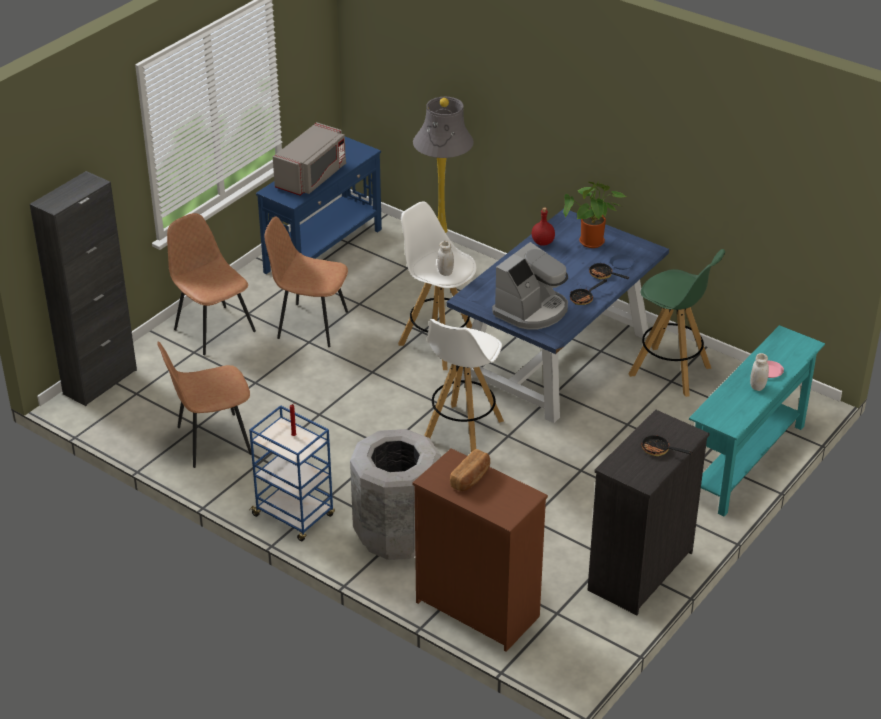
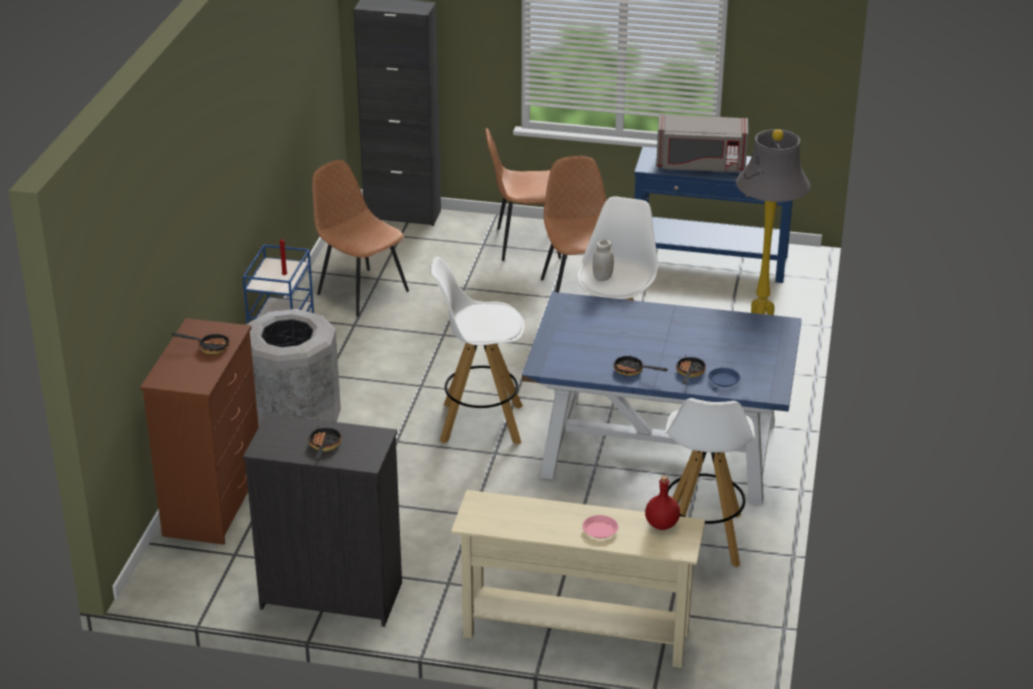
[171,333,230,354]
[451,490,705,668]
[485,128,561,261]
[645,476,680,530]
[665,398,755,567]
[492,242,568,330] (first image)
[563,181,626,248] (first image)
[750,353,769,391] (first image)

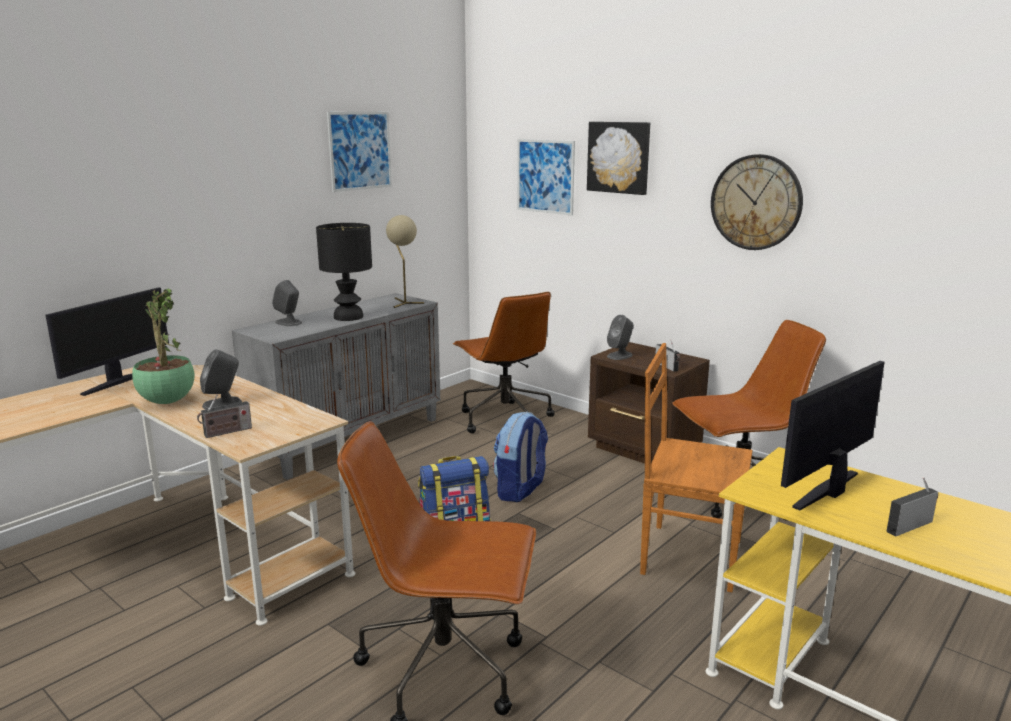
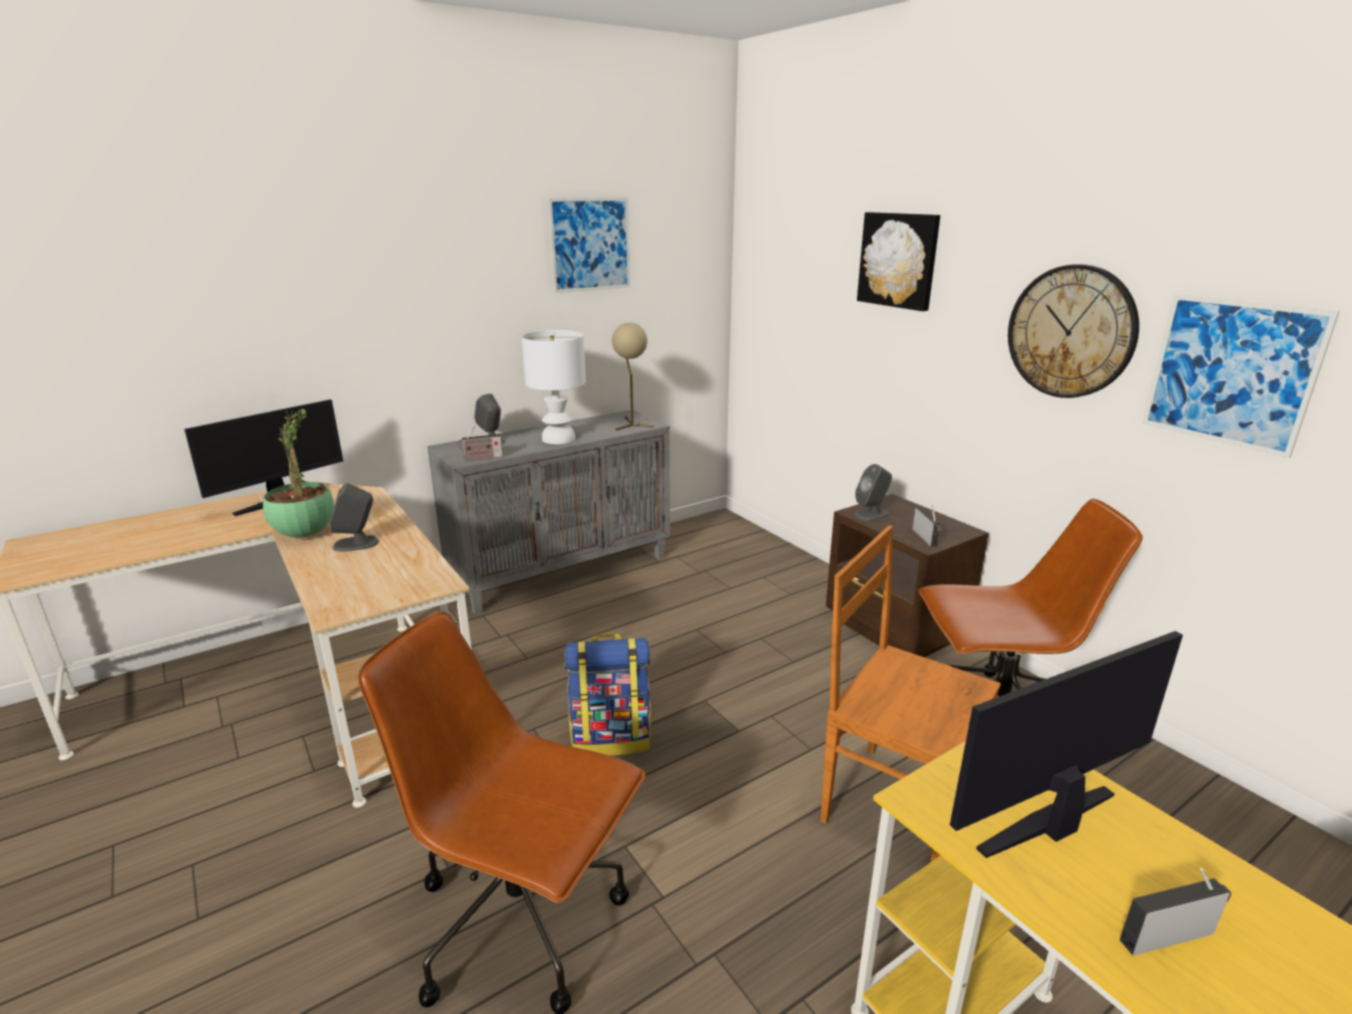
[458,426,503,461]
[522,330,586,444]
[1142,294,1339,458]
[453,292,555,433] (first image)
[493,412,548,502] (first image)

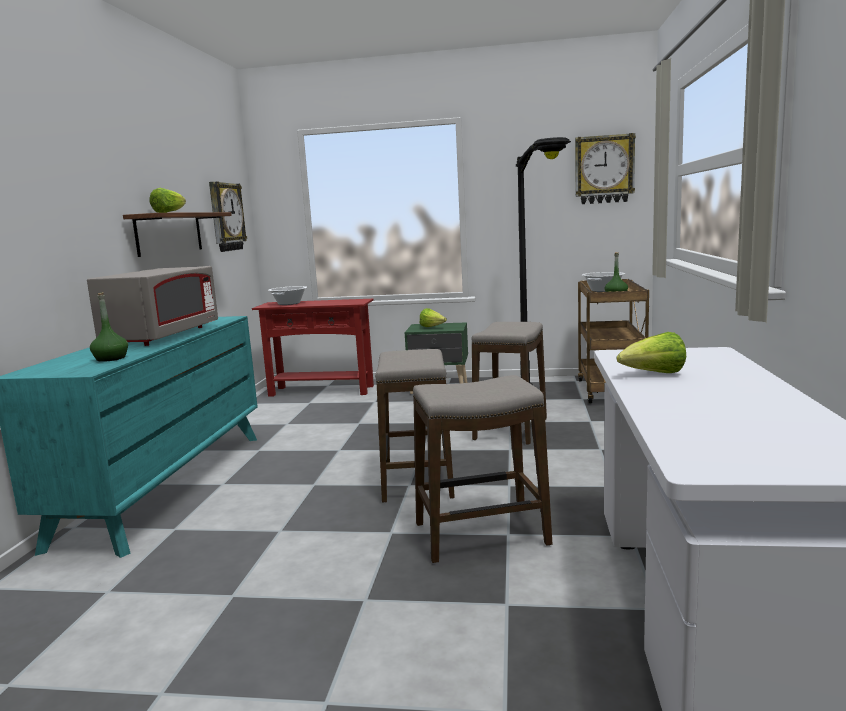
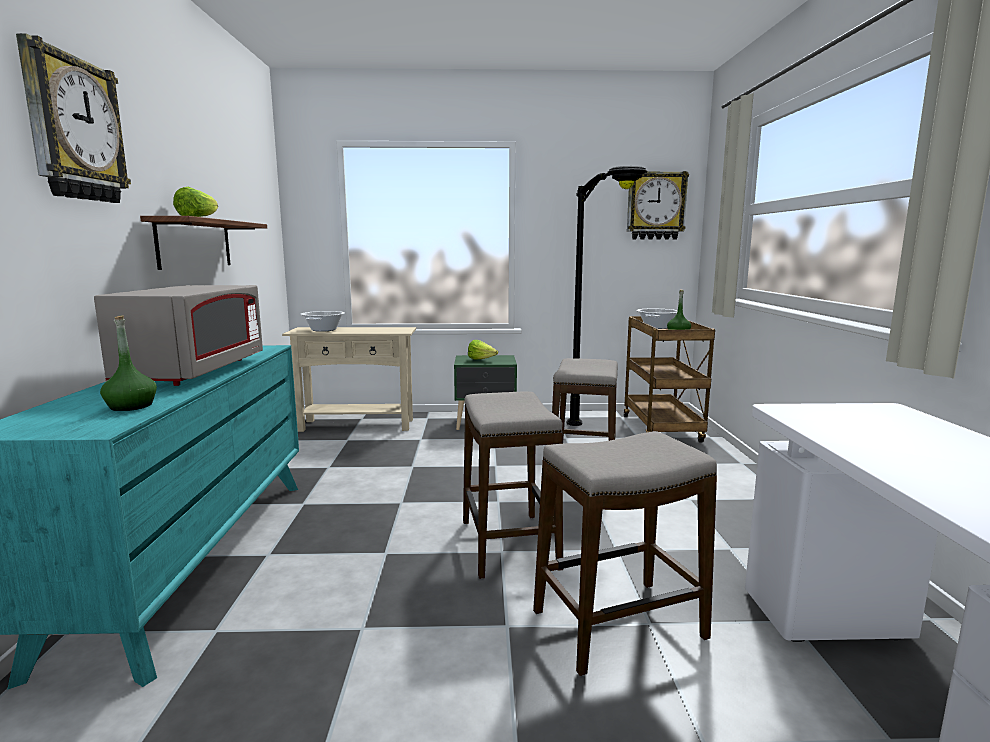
[16,33,131,203]
[282,327,416,432]
[617,332,686,373] (first image)

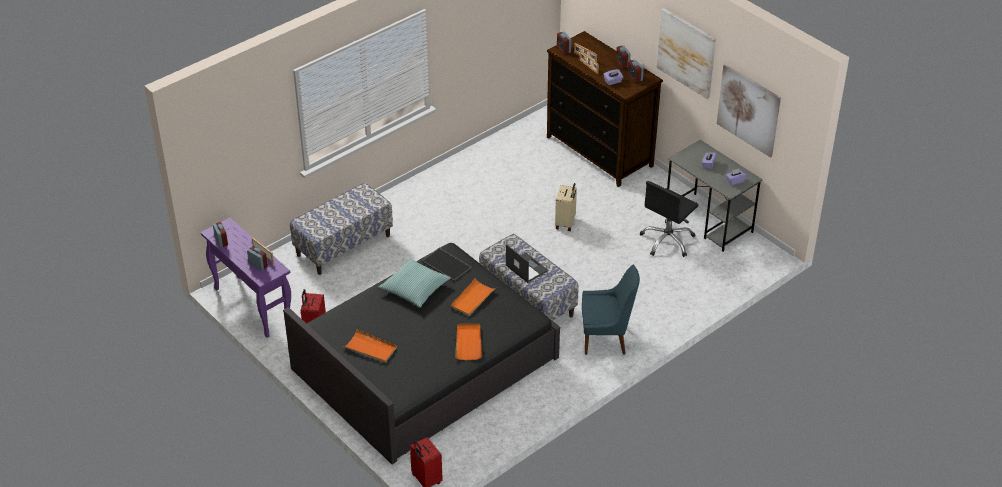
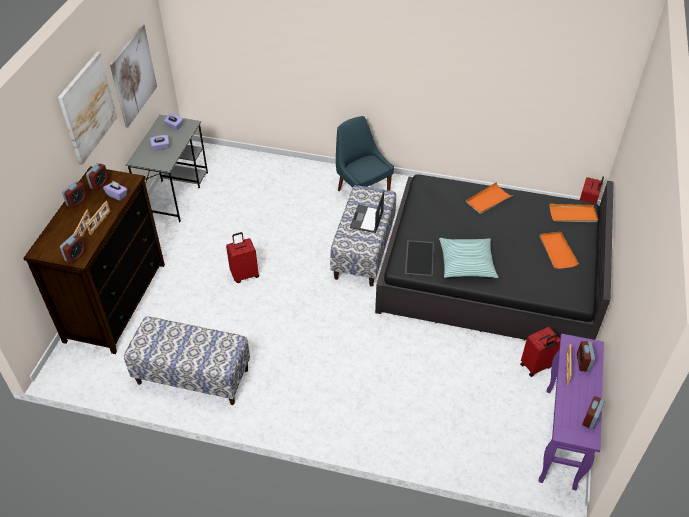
[124,316,250,405]
[226,232,259,283]
[550,204,598,222]
[639,181,698,257] (first image)

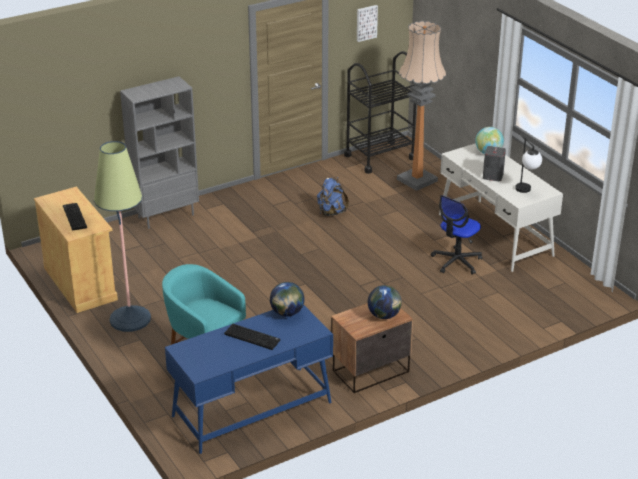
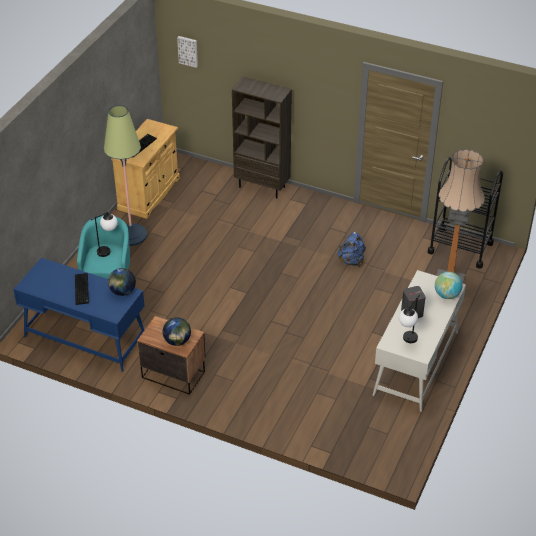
[91,212,118,257]
[177,36,198,68]
[232,76,292,198]
[431,195,482,275] (first image)

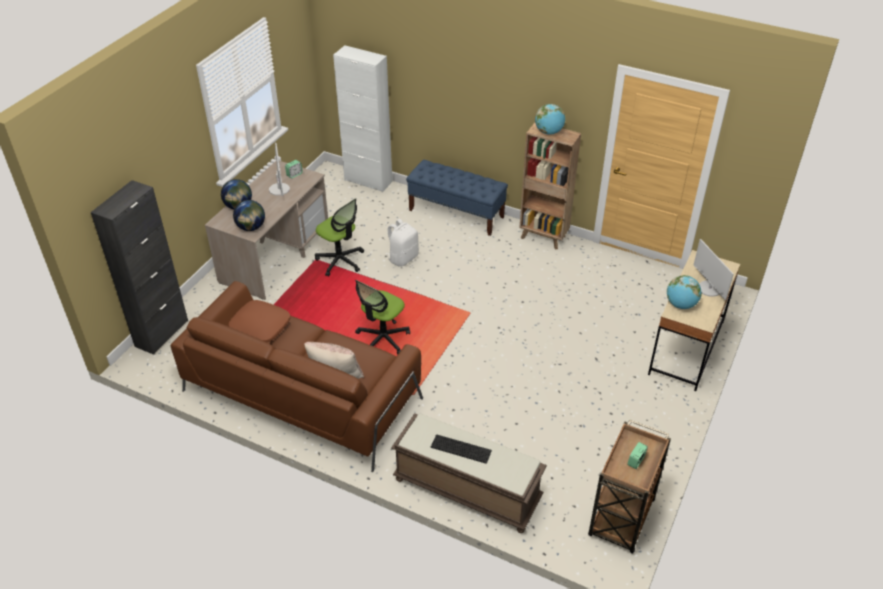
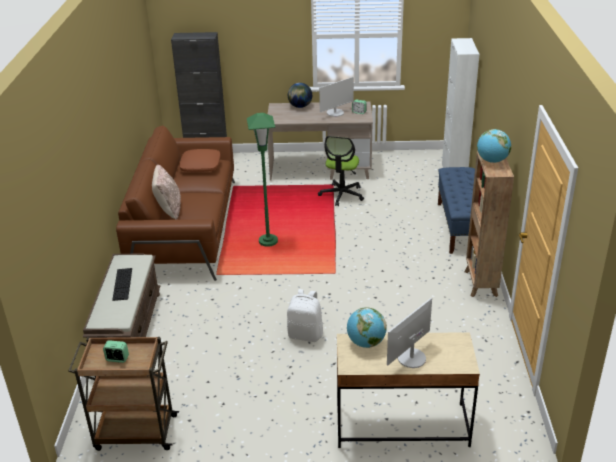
[247,113,278,247]
[287,289,323,342]
[233,200,265,231] (first image)

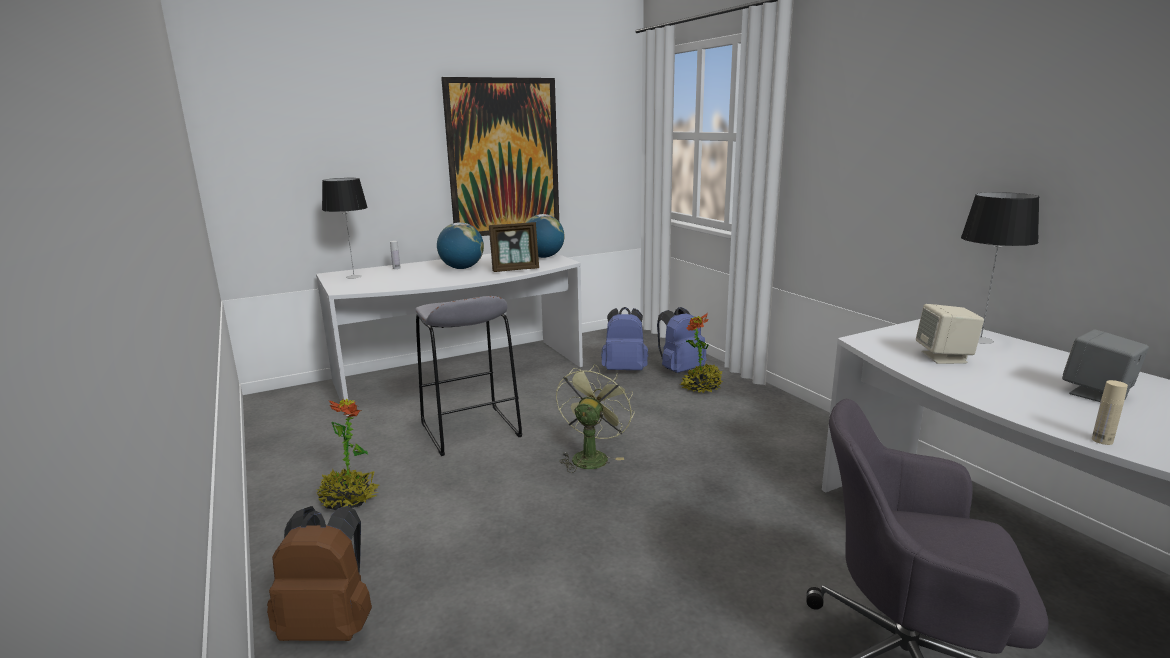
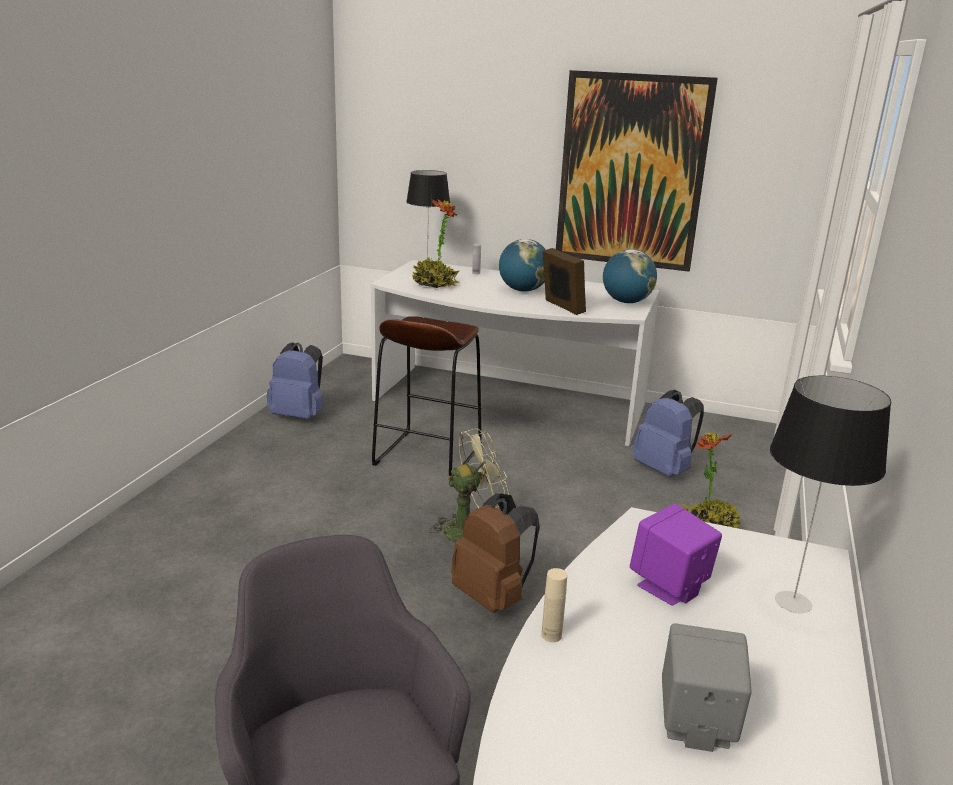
[267,342,323,419]
[372,316,482,476]
[412,200,460,288]
[451,493,540,613]
[541,568,567,642]
[542,248,586,315]
[630,504,722,605]

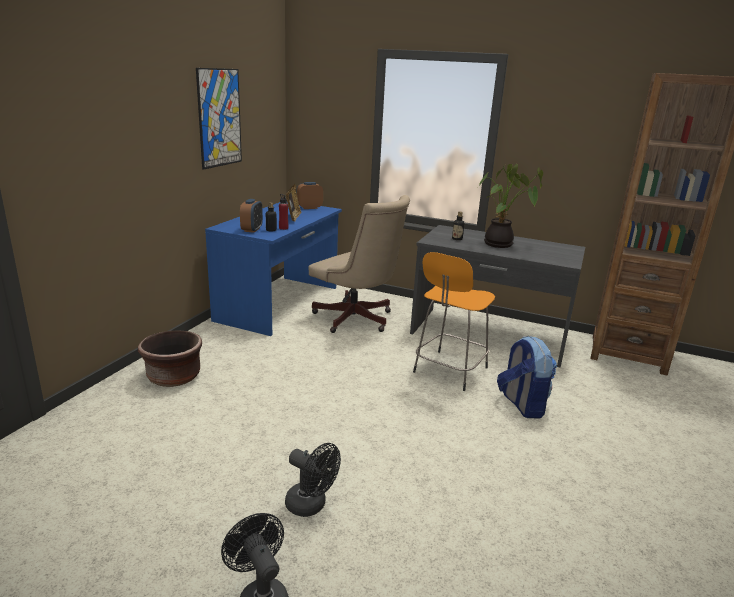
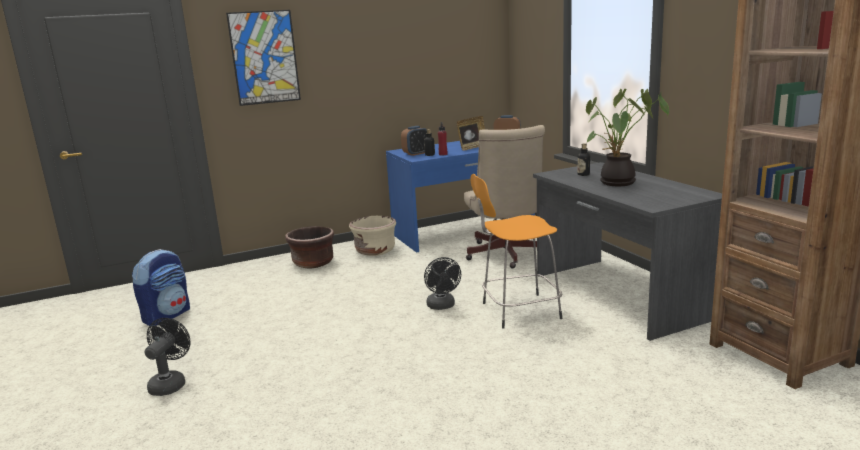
[132,249,190,326]
[226,10,301,106]
[349,216,396,256]
[424,257,461,310]

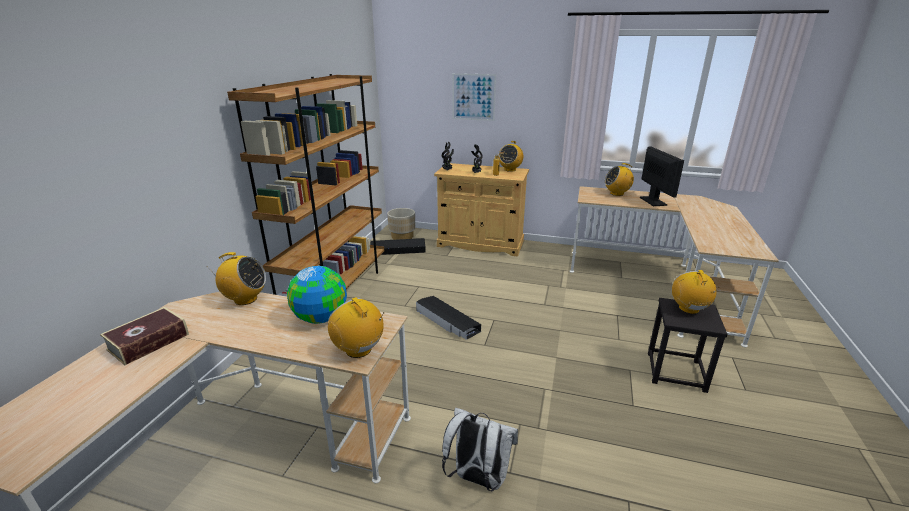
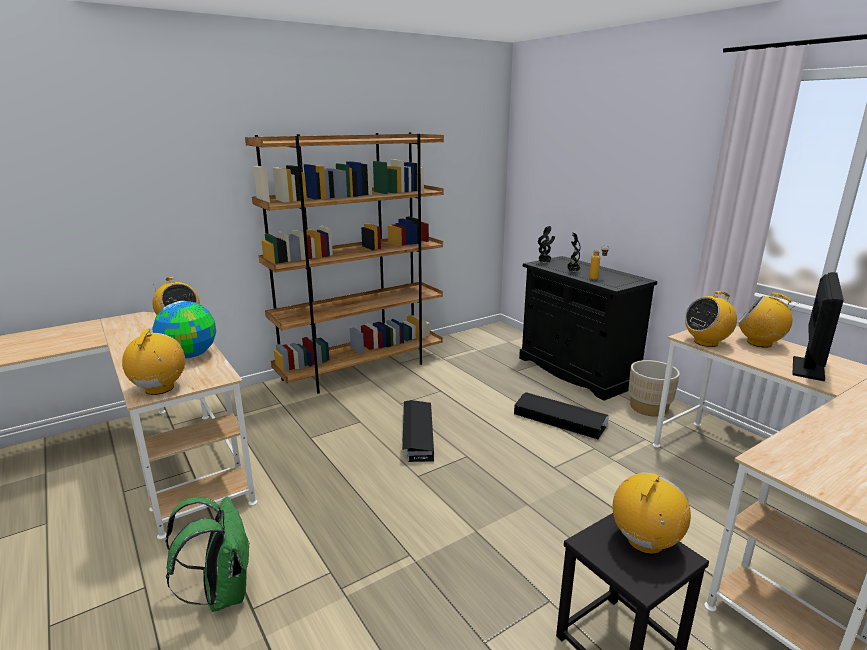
[165,497,250,612]
[514,392,609,439]
[519,256,657,401]
[628,360,680,417]
[685,291,737,347]
[100,307,189,365] (first image)
[453,73,496,121] (first image)

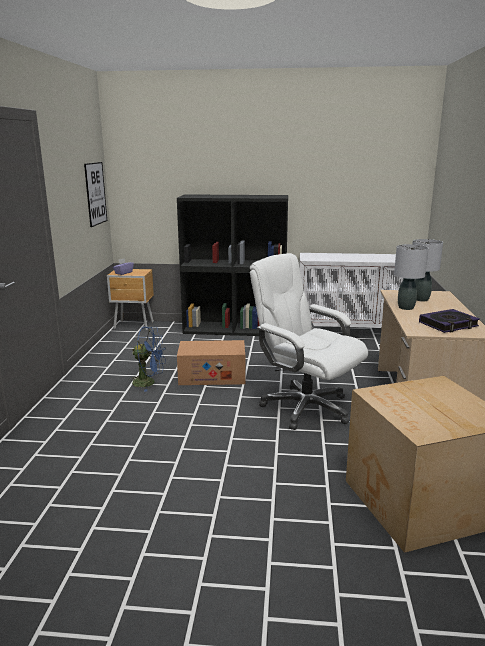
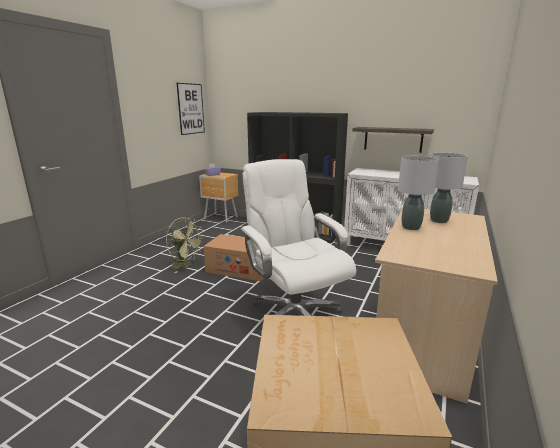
[166,217,204,273]
[352,127,434,153]
[419,309,480,333] (first image)

